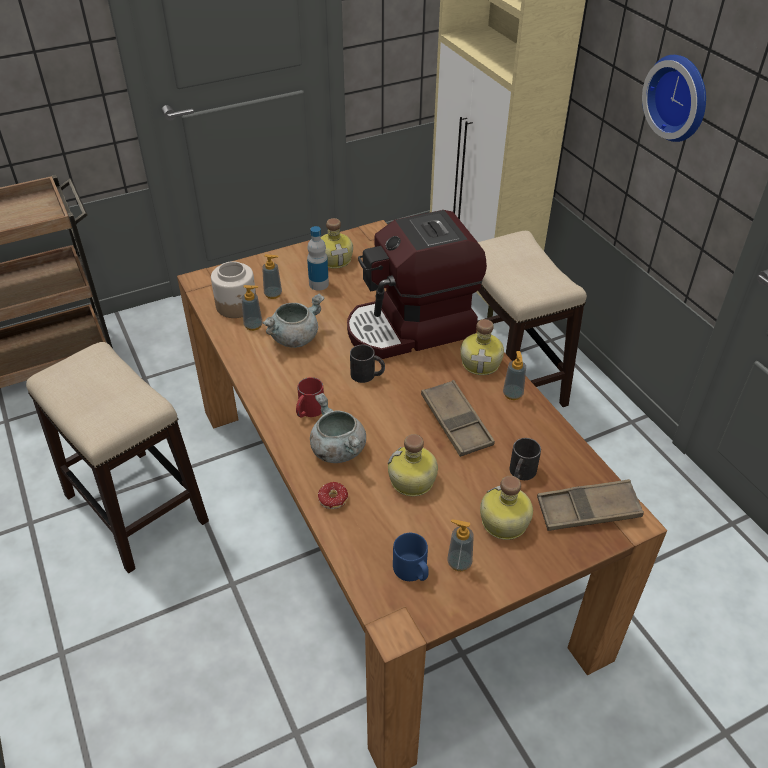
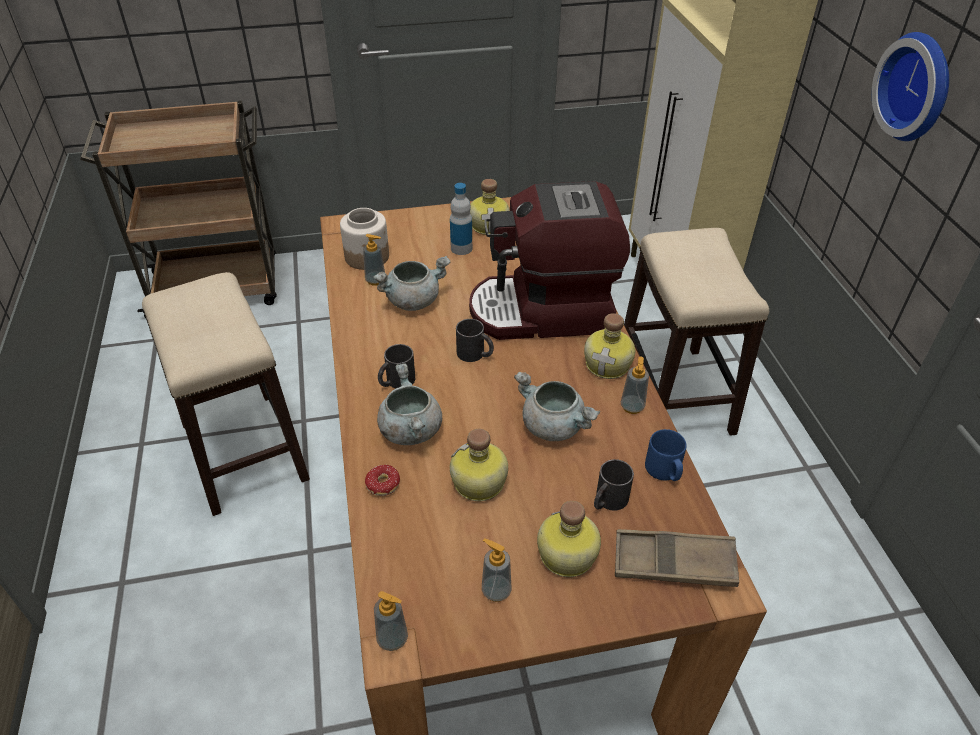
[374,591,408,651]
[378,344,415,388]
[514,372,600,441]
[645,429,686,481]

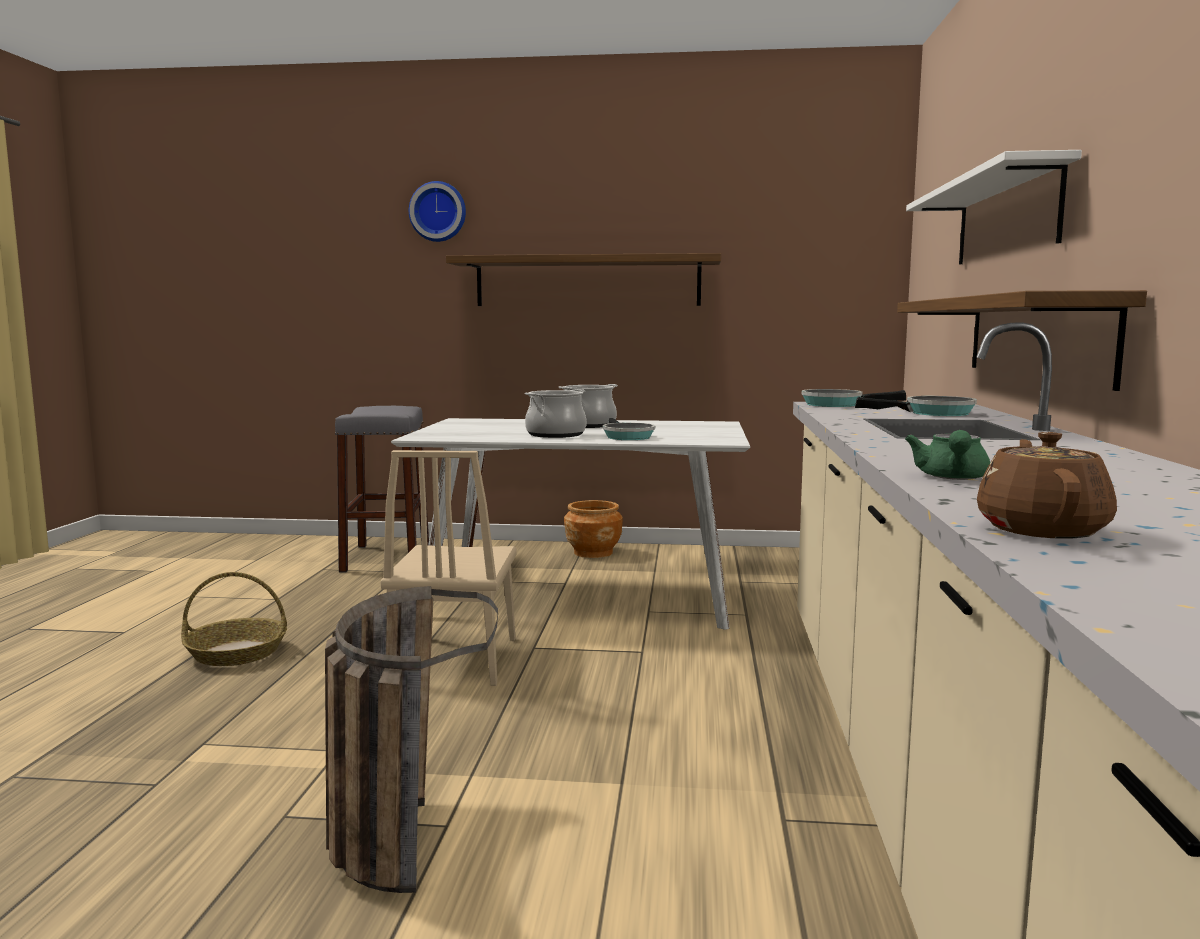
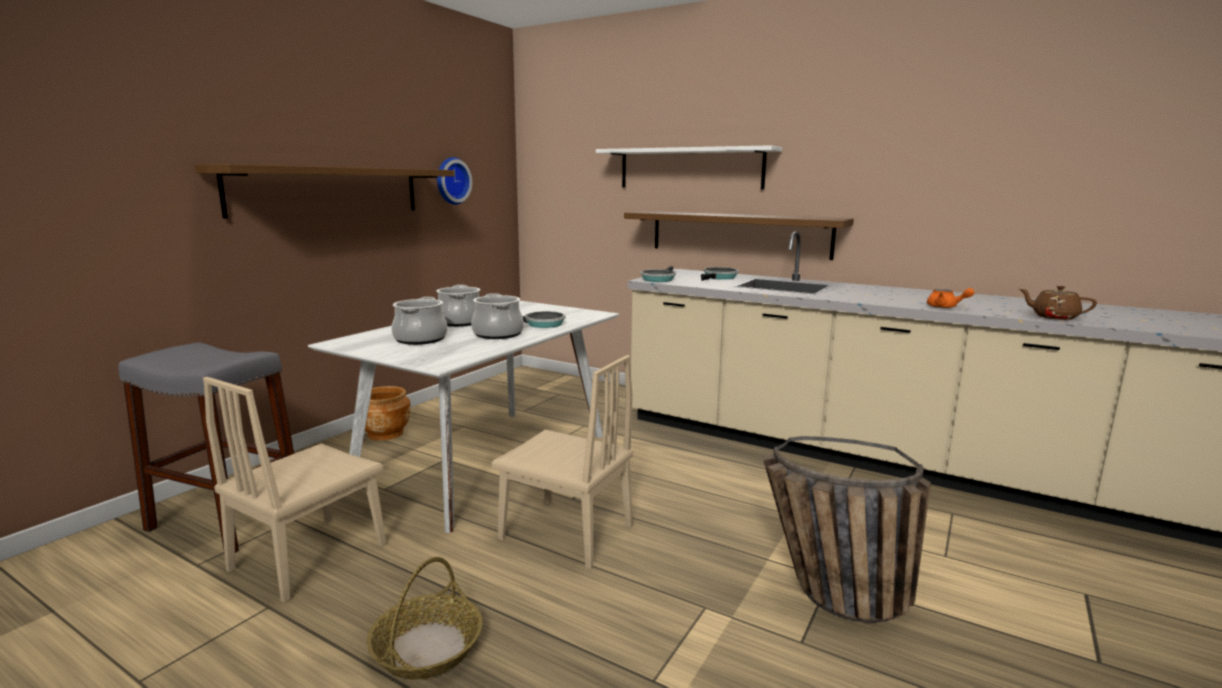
[203,377,386,603]
[391,297,447,345]
[437,157,472,205]
[927,288,975,308]

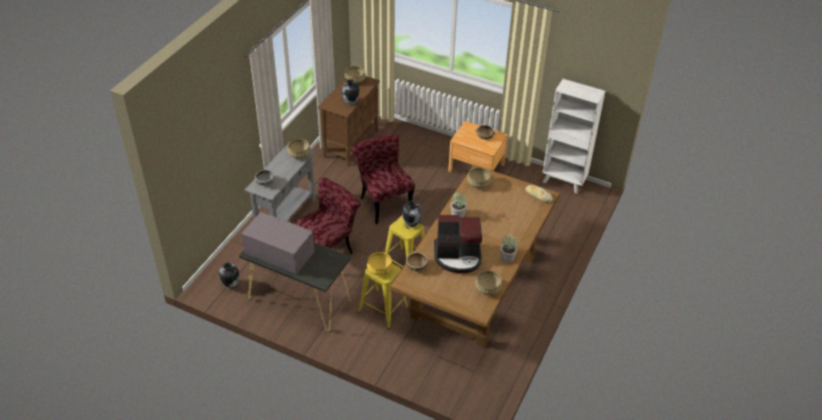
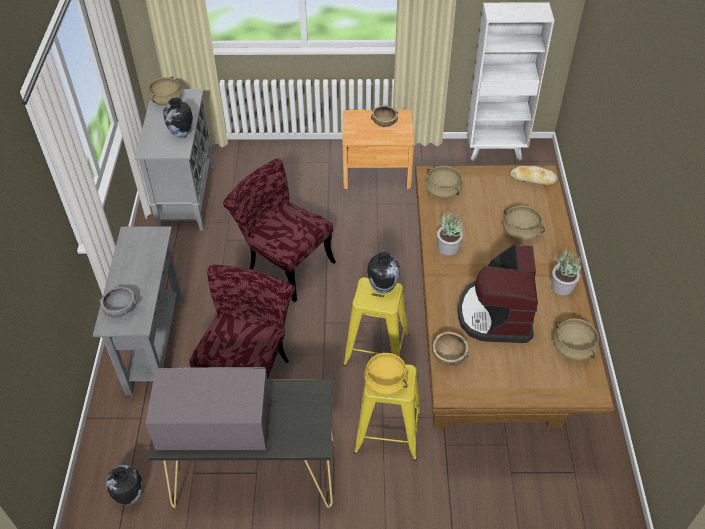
[135,89,214,231]
[458,244,538,343]
[503,205,545,241]

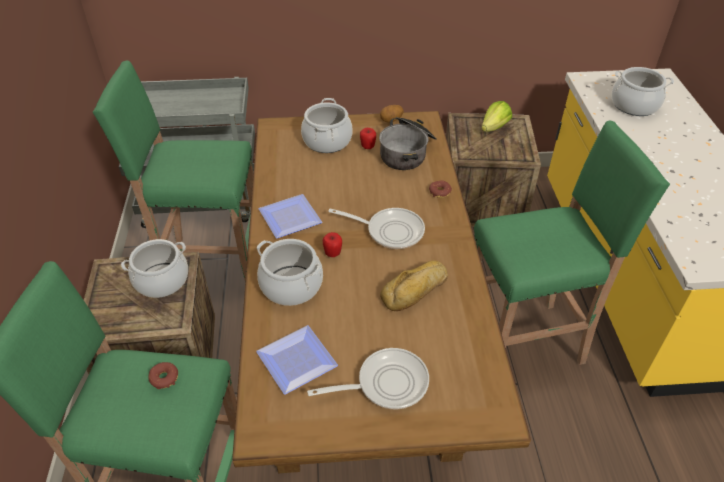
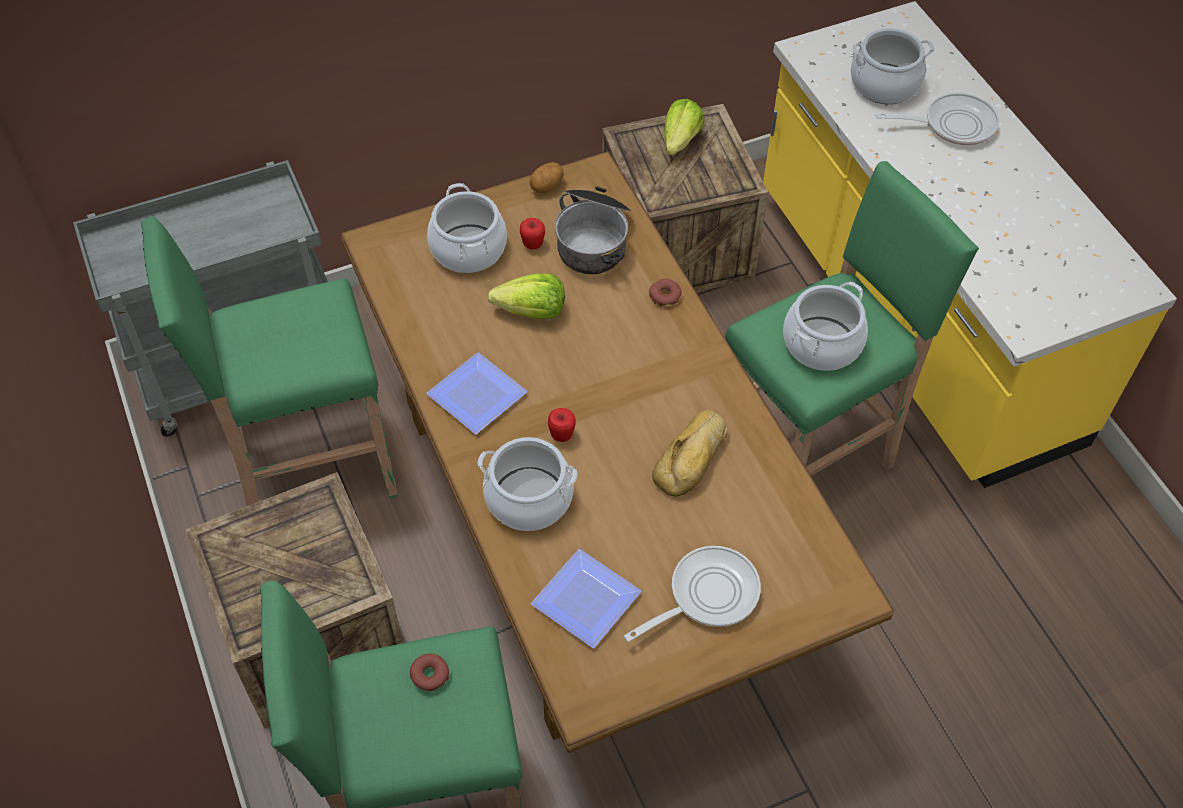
[488,273,565,319]
[783,281,868,371]
[876,93,999,145]

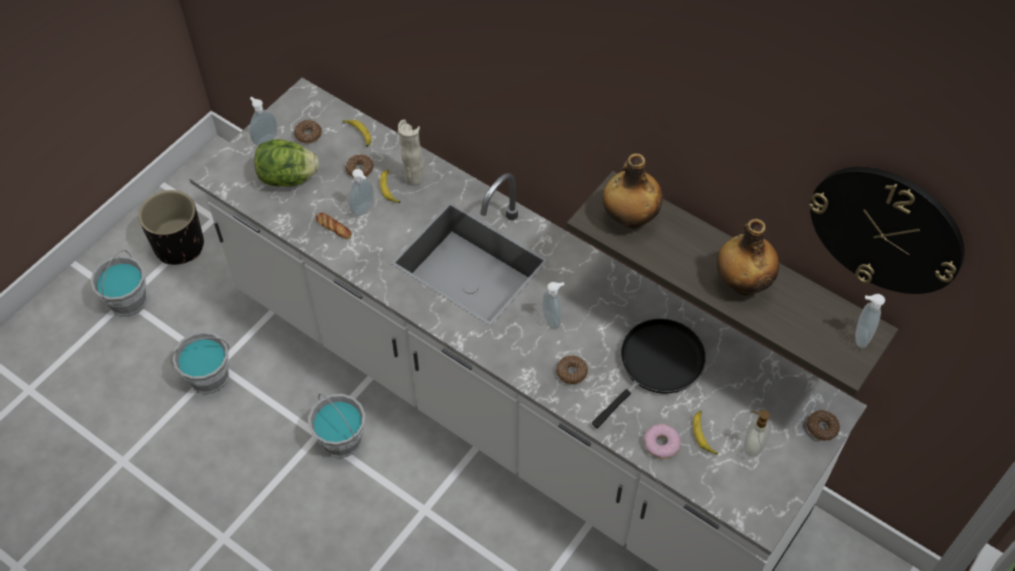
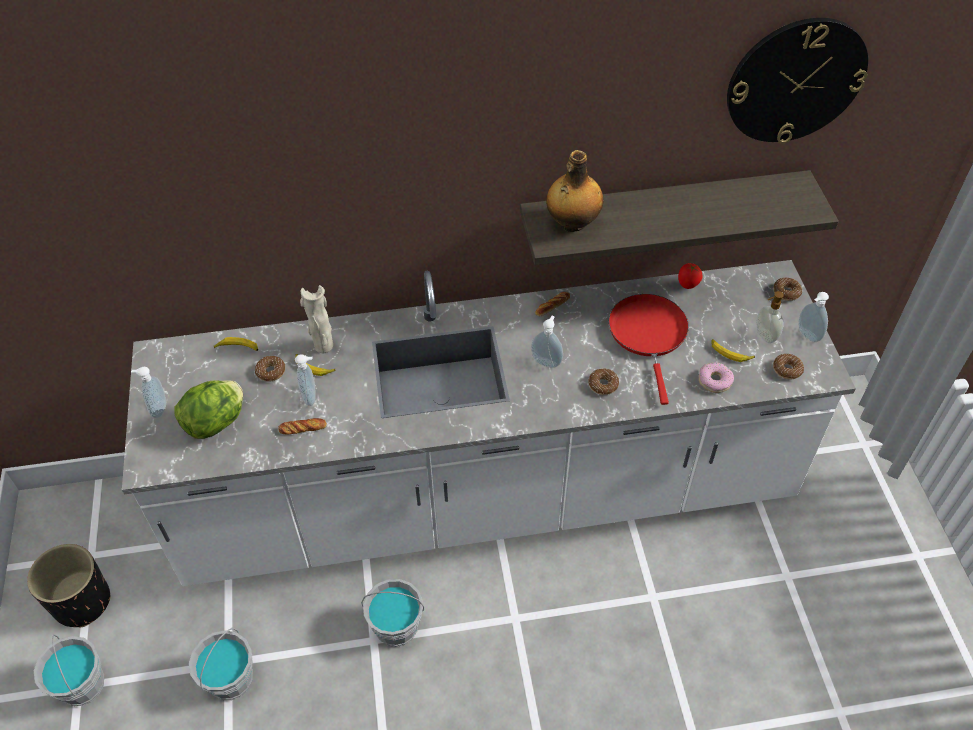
[535,292,570,316]
[609,294,689,405]
[678,263,703,289]
[773,354,804,380]
[798,292,829,342]
[717,219,779,295] (first image)

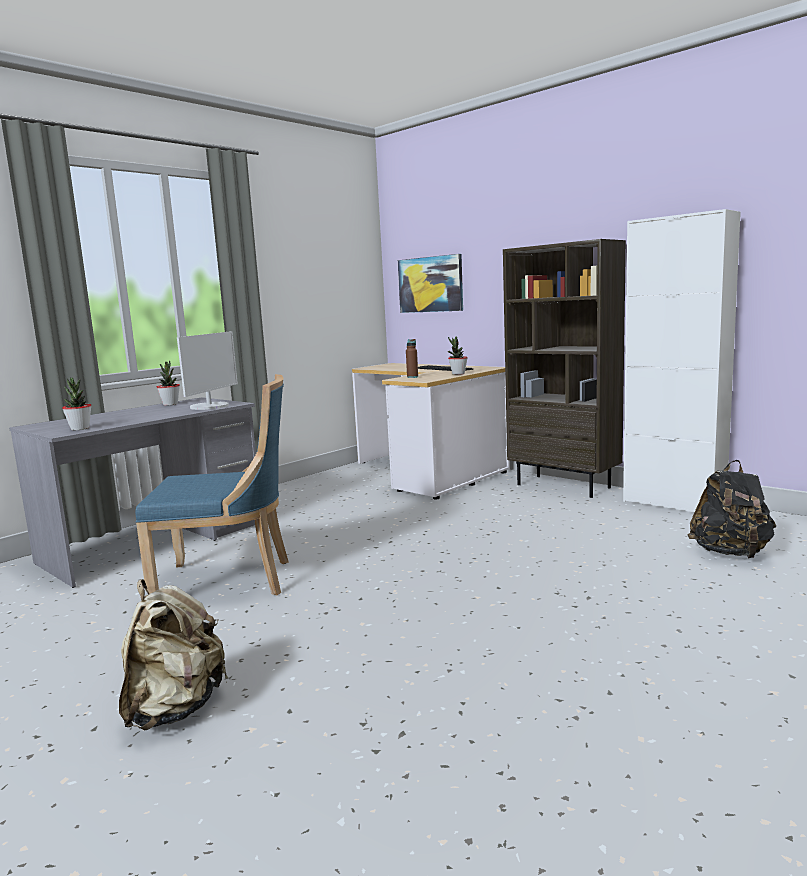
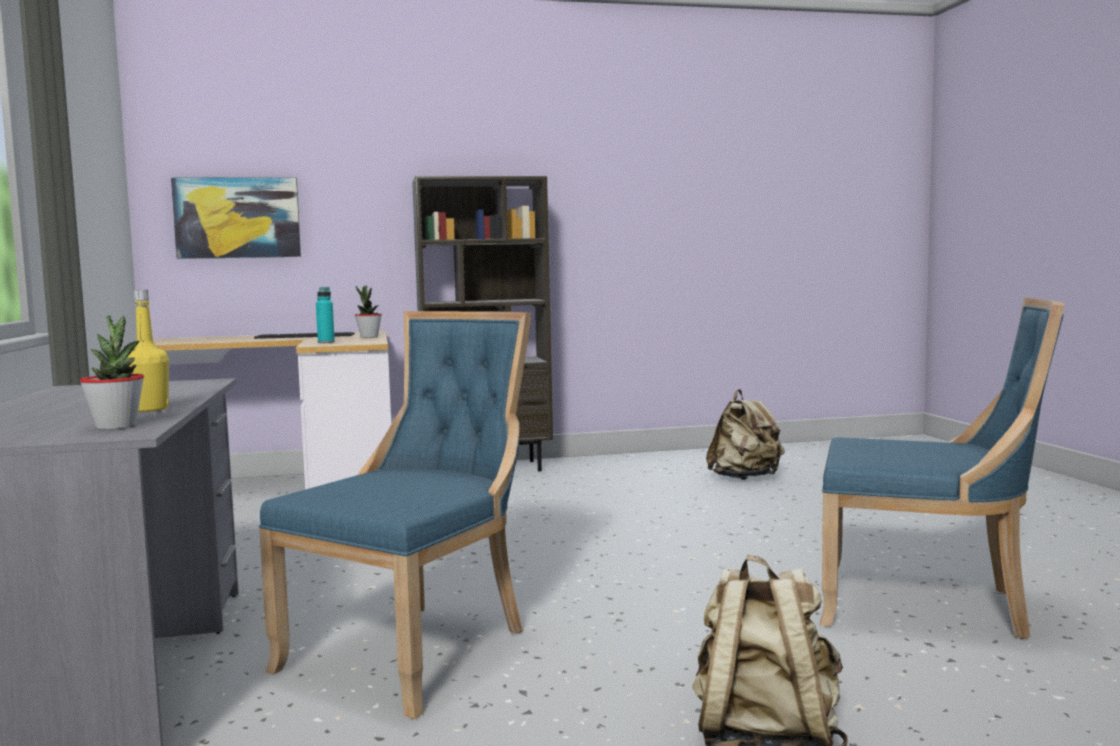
[126,290,169,412]
[316,287,335,343]
[706,389,785,480]
[820,298,1065,639]
[157,361,180,406] (first image)
[177,331,238,410] (first image)
[623,209,741,512] (first image)

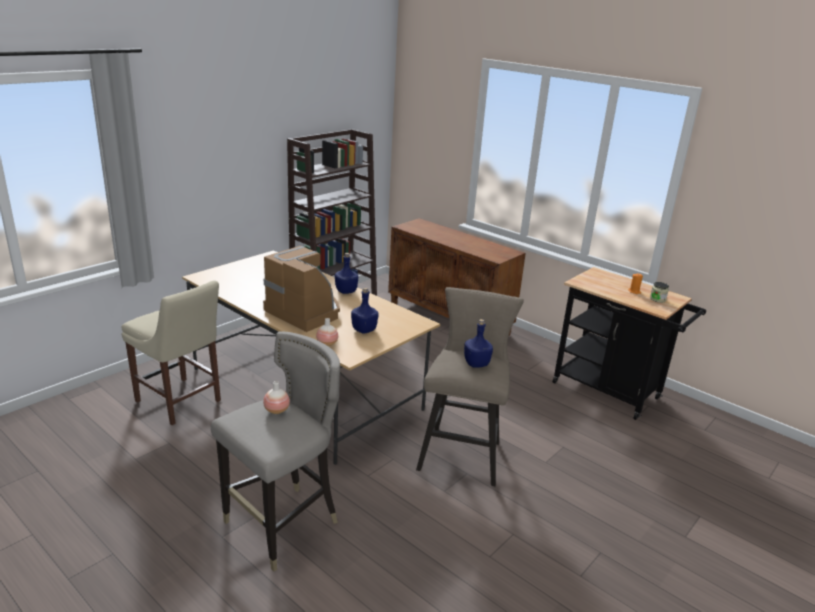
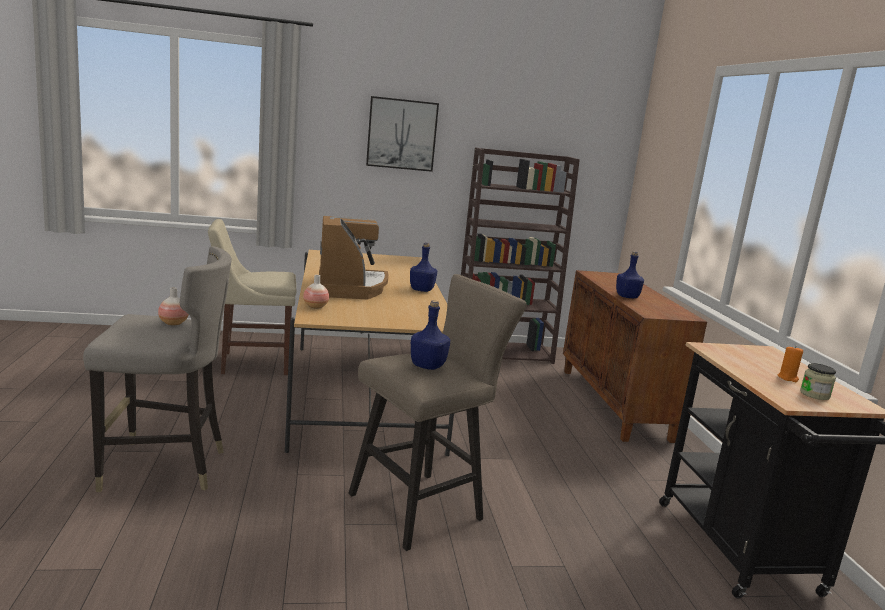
[208,219,297,375]
[366,96,439,172]
[616,251,644,298]

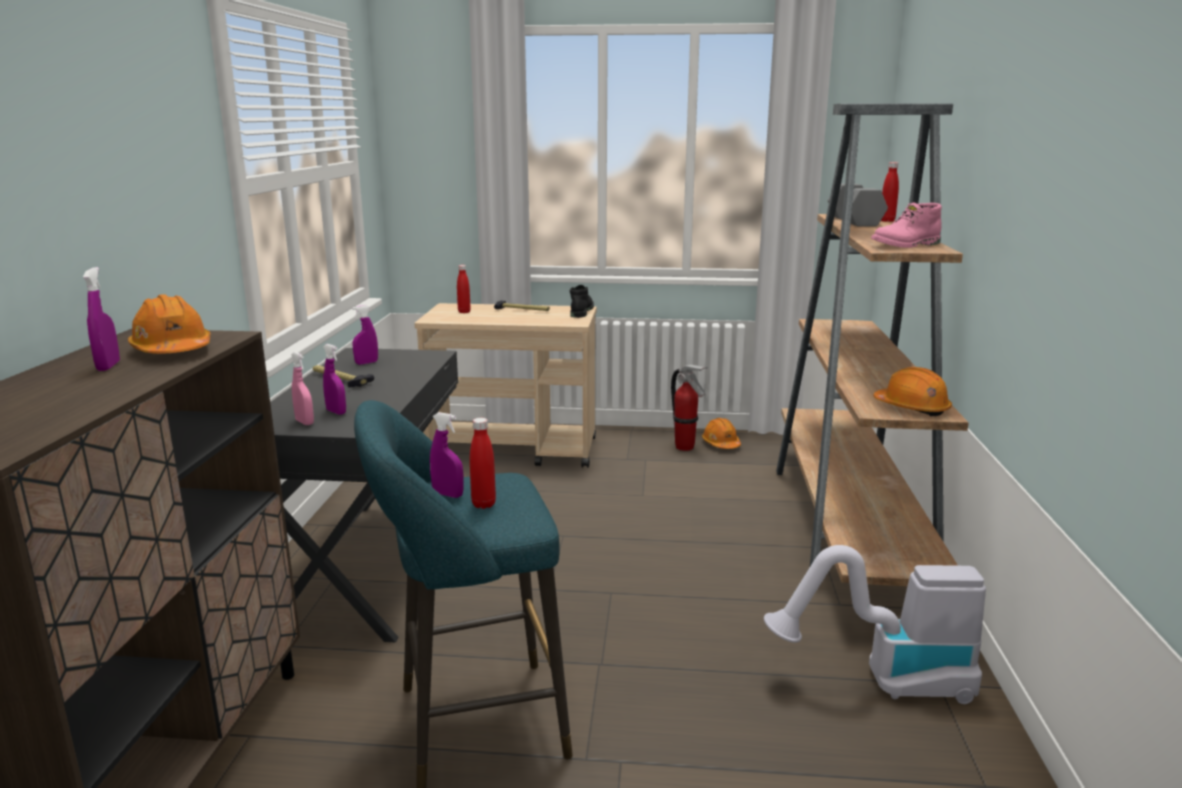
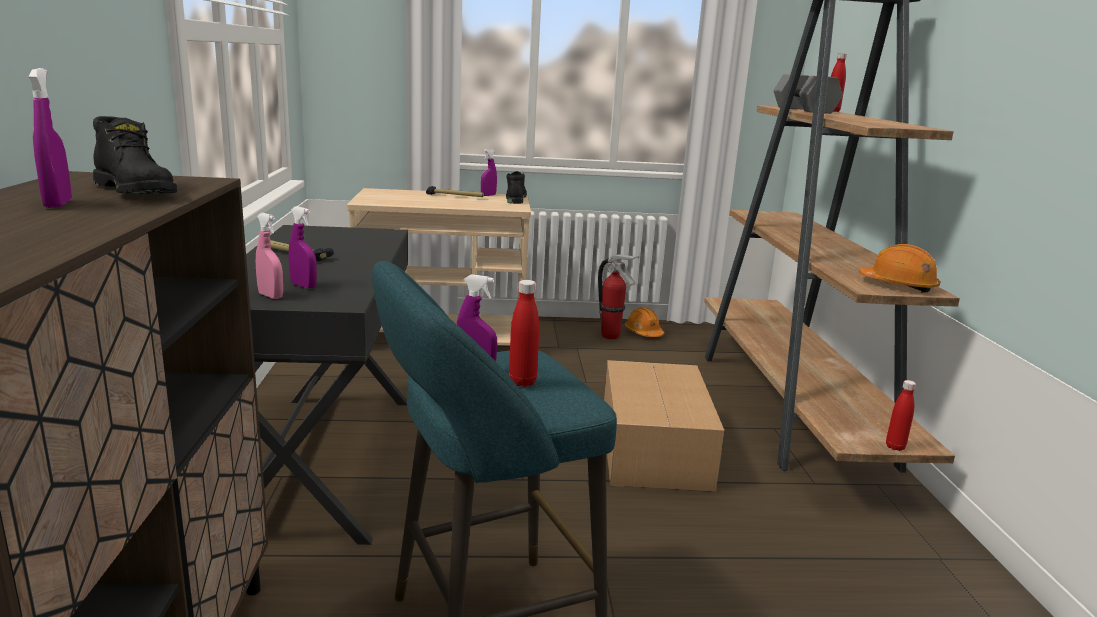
[93,116,177,194]
[481,149,497,196]
[604,360,725,492]
[886,380,916,451]
[764,545,986,704] (first image)
[871,202,942,248] (first image)

